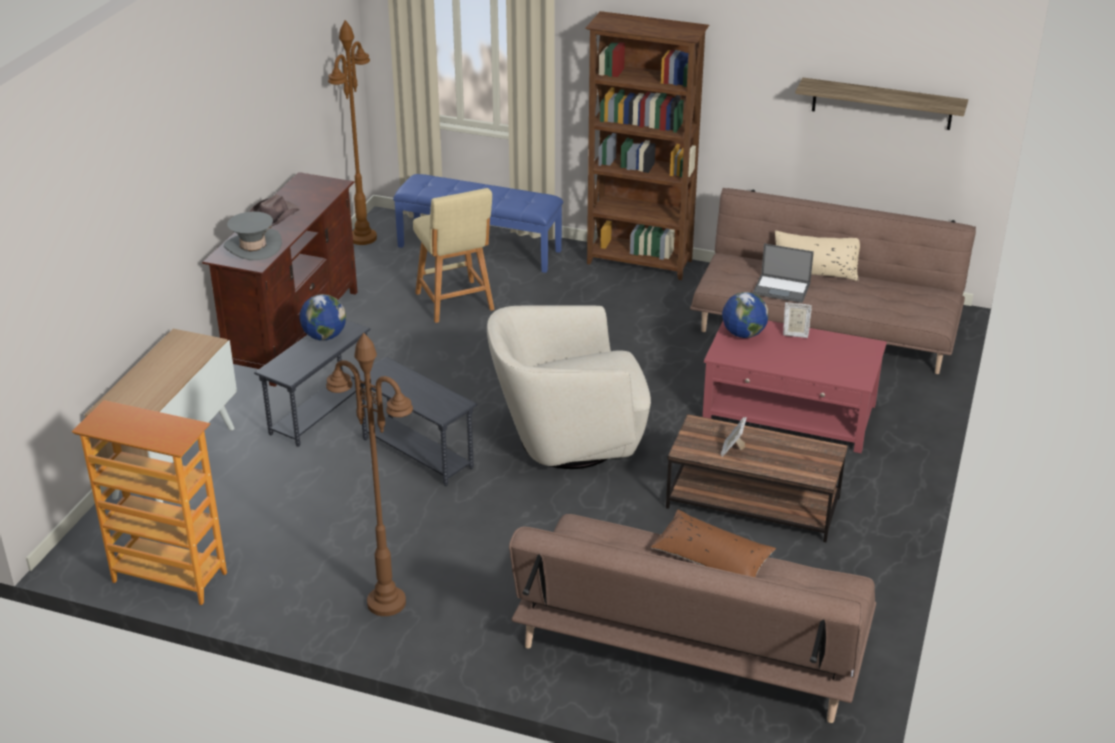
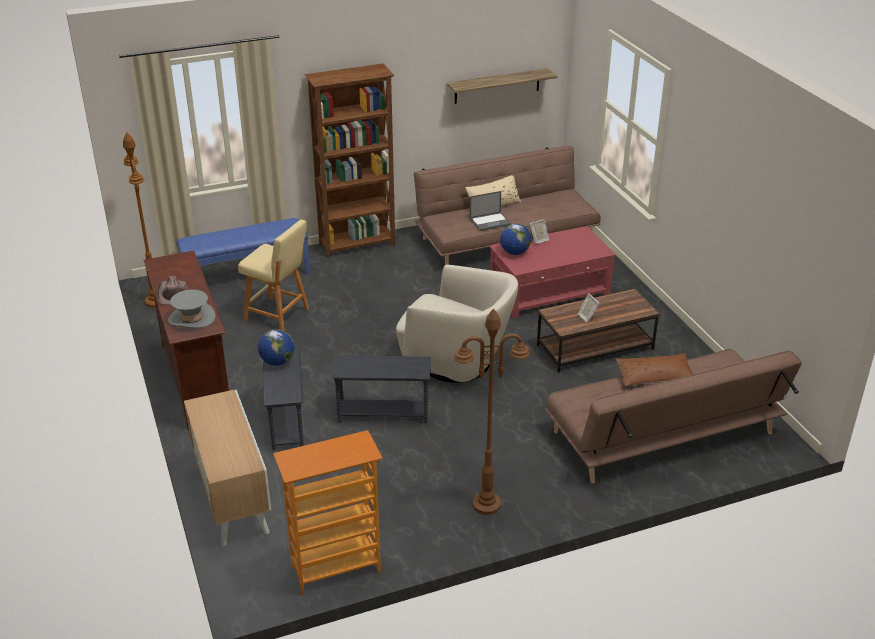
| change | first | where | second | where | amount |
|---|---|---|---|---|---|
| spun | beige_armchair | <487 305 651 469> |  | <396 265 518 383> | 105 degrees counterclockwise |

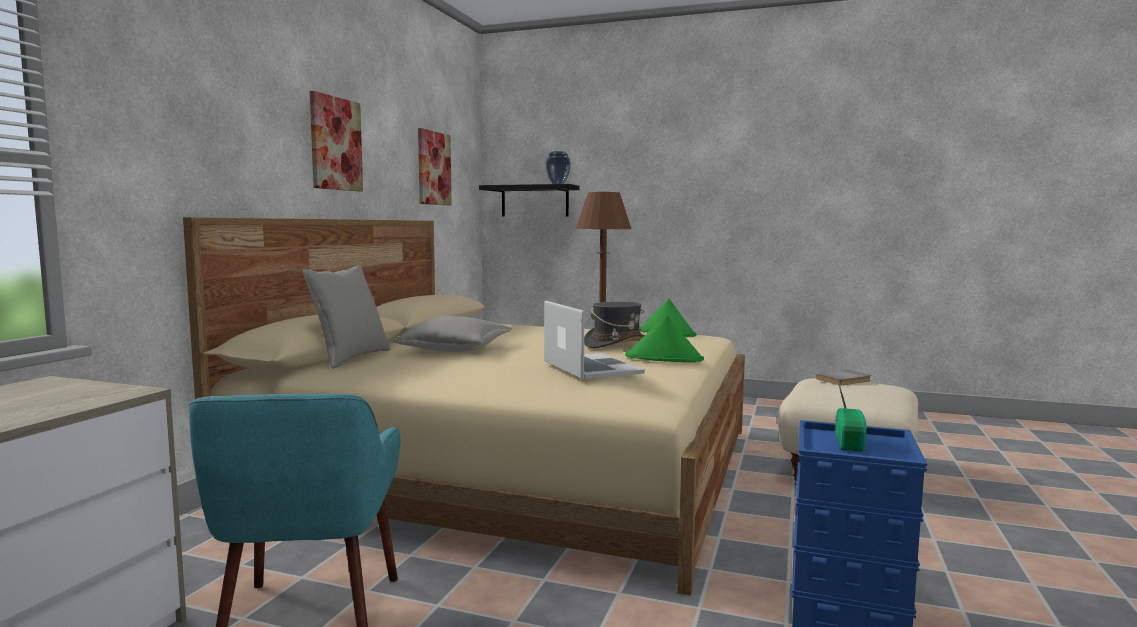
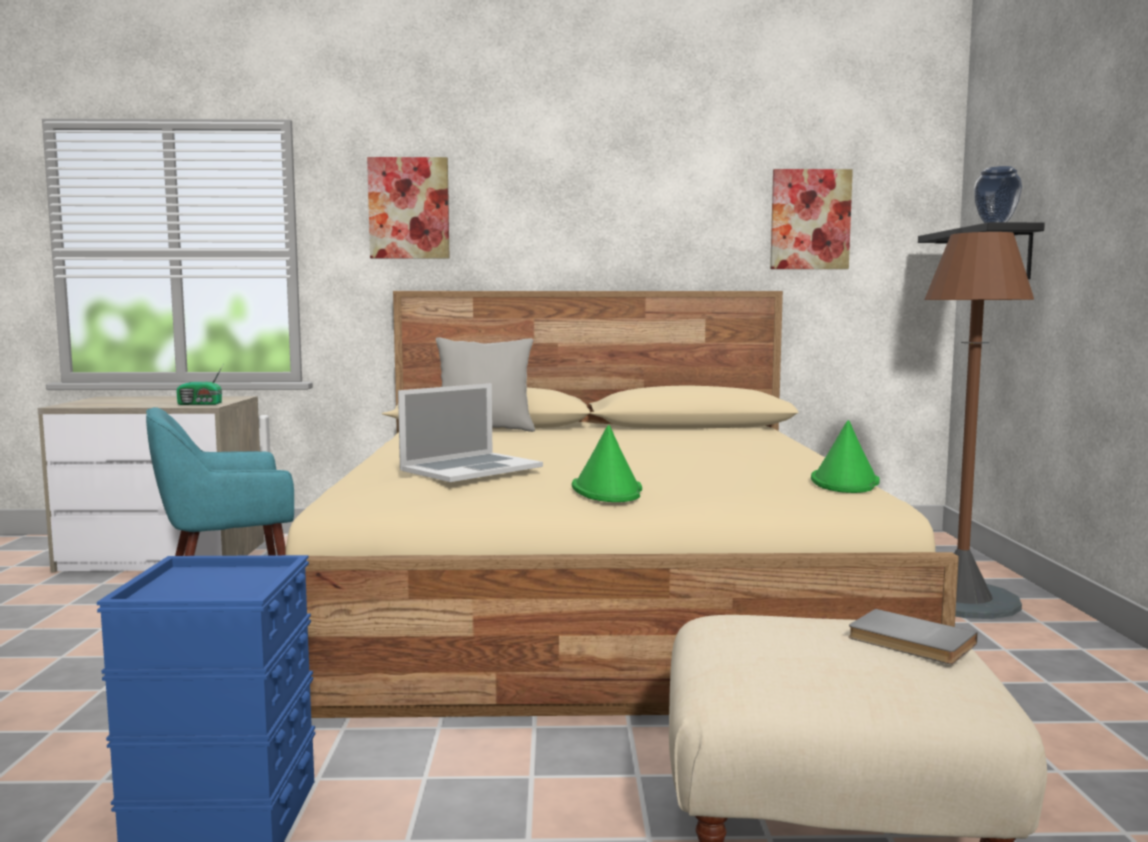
| change | first | where | second | where | amount |
|---|---|---|---|---|---|
| relocated | picture | <310 91 363 191> |  | <367 157 449 259> |  |
| missing | grey_pillow | <393 316 512 352> |  |  |  |
| missing | grey_hat | <584 302 645 348> |  |  |  |
| relocated | radio | <835 379 867 452> |  | <176 364 224 405> |  |

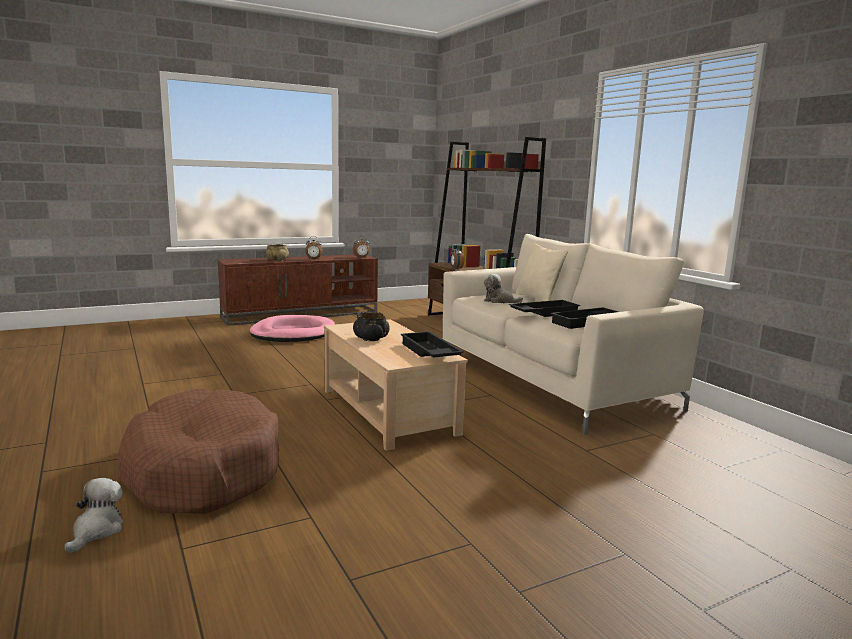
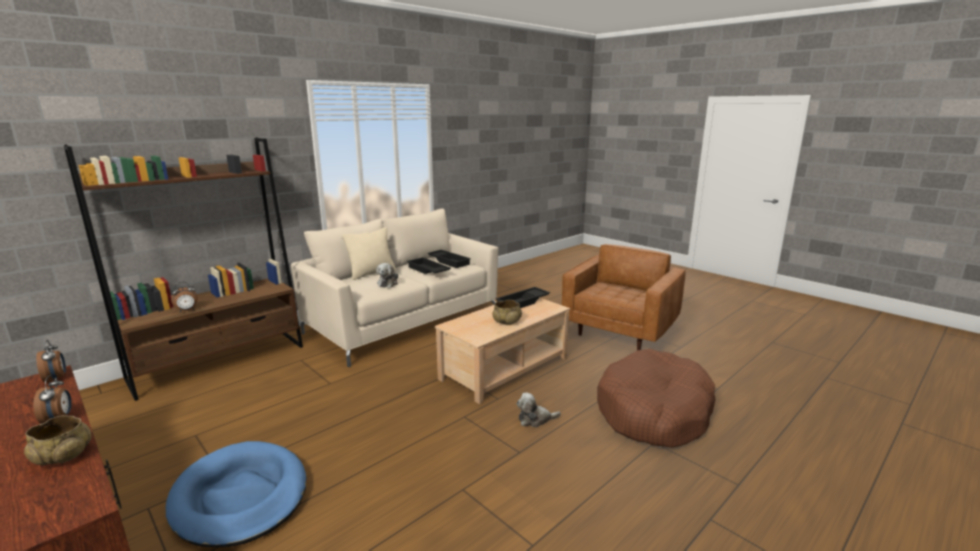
| change | first | where | second | where | amount |
|---|---|---|---|---|---|
| relocated | plush_toy | <64 478 123 553> |  | <516 392 561 428> |  |
| colour | pink_dog_bed | <249 315 335 342> | blue_dog_bed | <166 441 306 548> |  |
| colour | black_bowl | <353 312 390 341> | beige_bowl | <492 300 522 325> |  |
| appeared |  |  | brown_armchair | <562 244 686 351> |  |

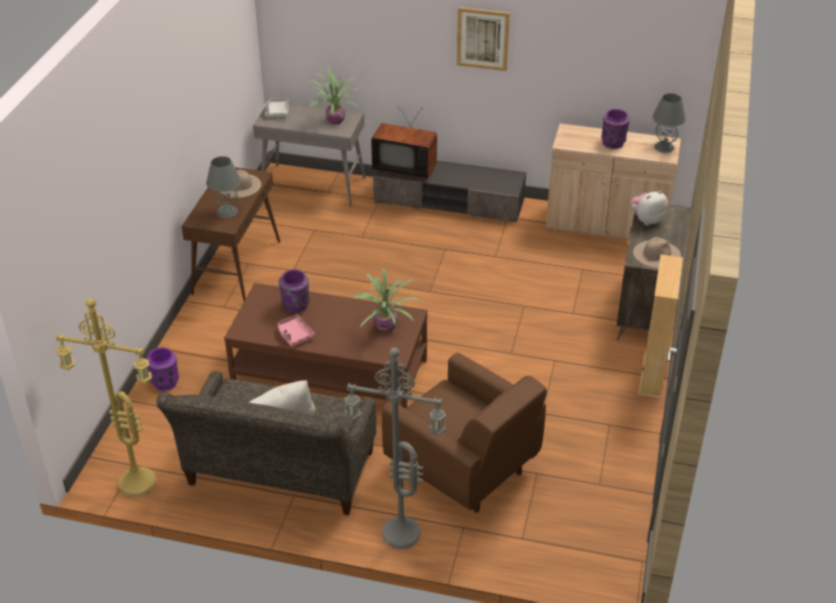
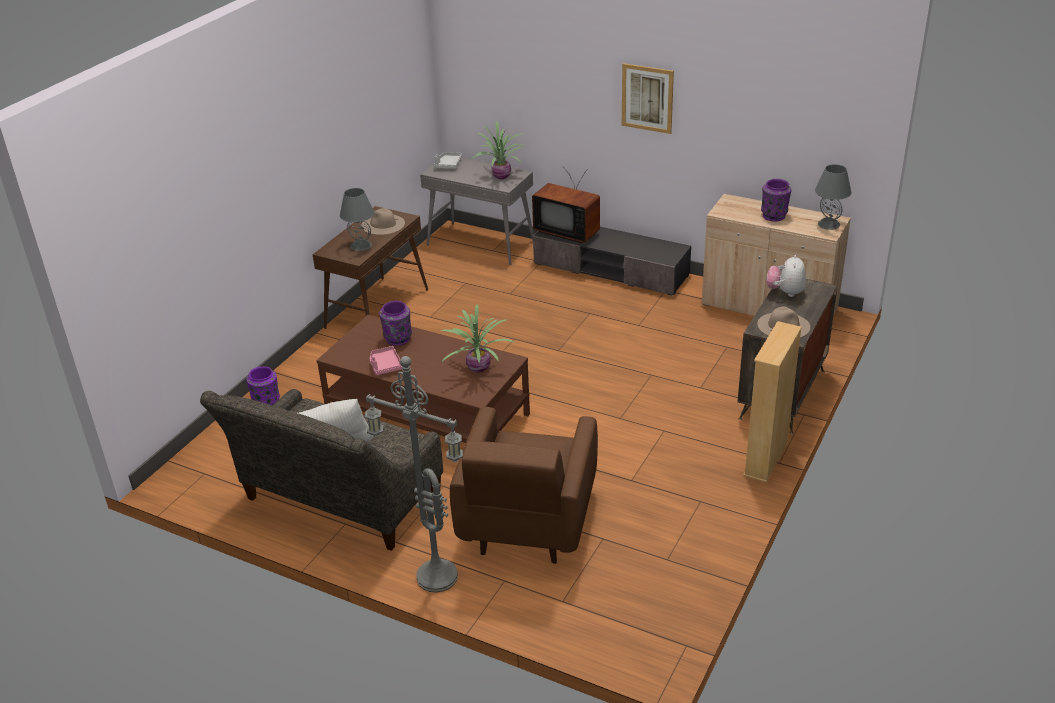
| change | first | where | second | where | amount |
|---|---|---|---|---|---|
| missing | yellow_floor_lamp | <56 298 156 498> |  |  |  |
| spun | brown_armchair | <382 352 547 513> |  | <450 407 598 564> | 45 degrees clockwise |
| spun | plush_toy | <630 191 668 226> |  | <767 255 806 297> | 60 degrees counterclockwise |

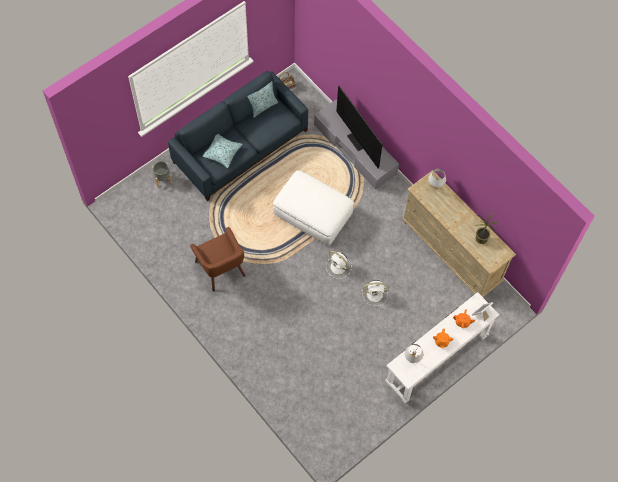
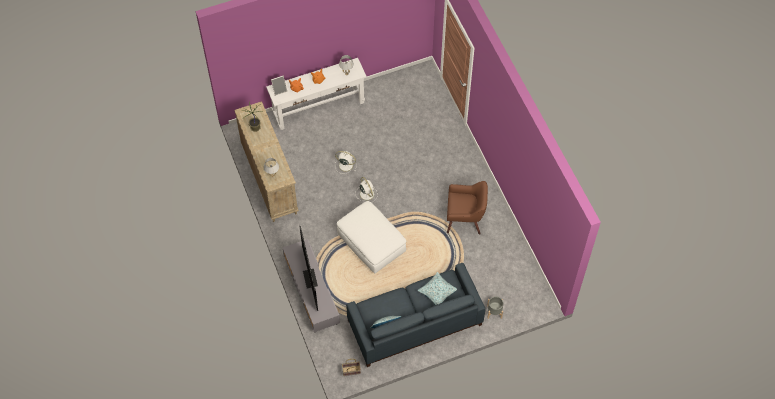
| change | first | where | second | where | amount |
|---|---|---|---|---|---|
| spun | brown_armchair | <190 227 245 292> |  | <447 181 488 234> | 105 degrees clockwise |

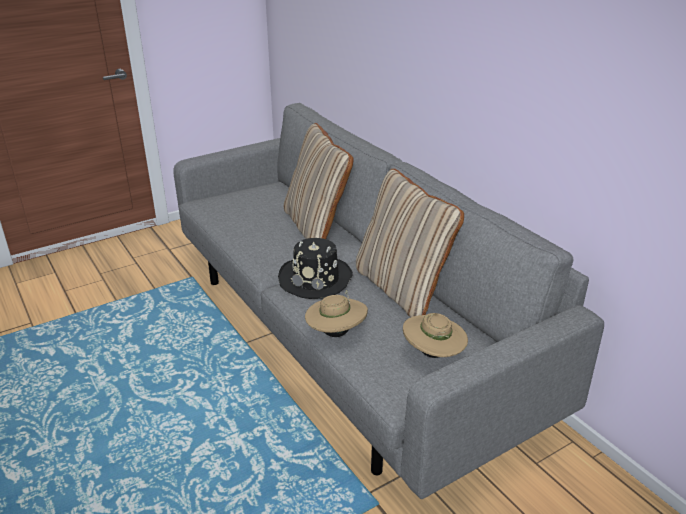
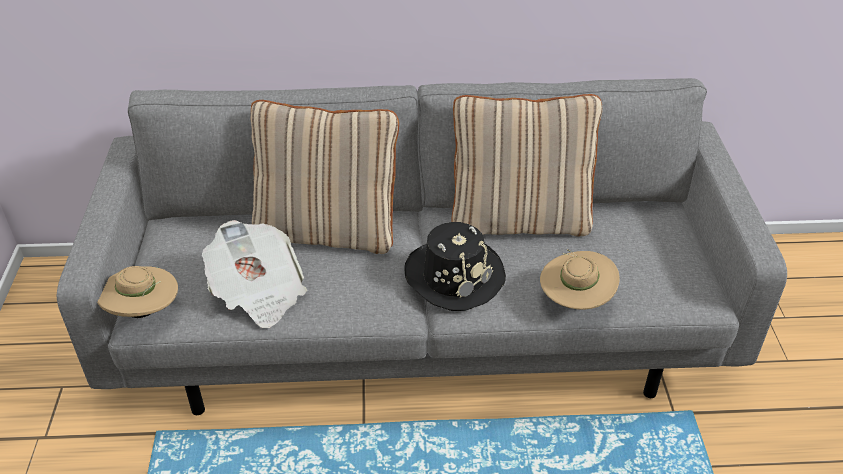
| change | first | where | second | where | amount |
|---|---|---|---|---|---|
| relocated | beige_hat | <403 313 468 358> |  | <97 266 178 318> |  |
| appeared |  |  | newspaper | <202 220 307 328> |  |

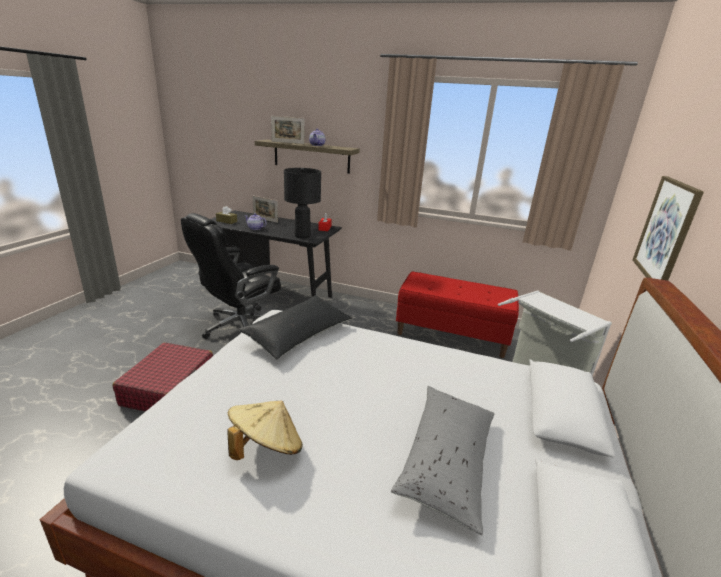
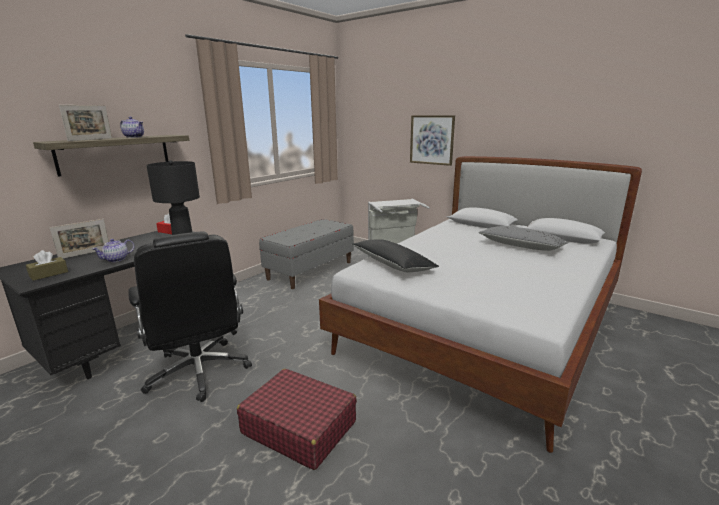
| change | first | where | second | where | amount |
|---|---|---|---|---|---|
| missing | beige_hat | <228 400 303 460> |  |  |  |
| colour | red_bench | <396 272 519 358> | grey_bench | <259 219 354 289> |  |

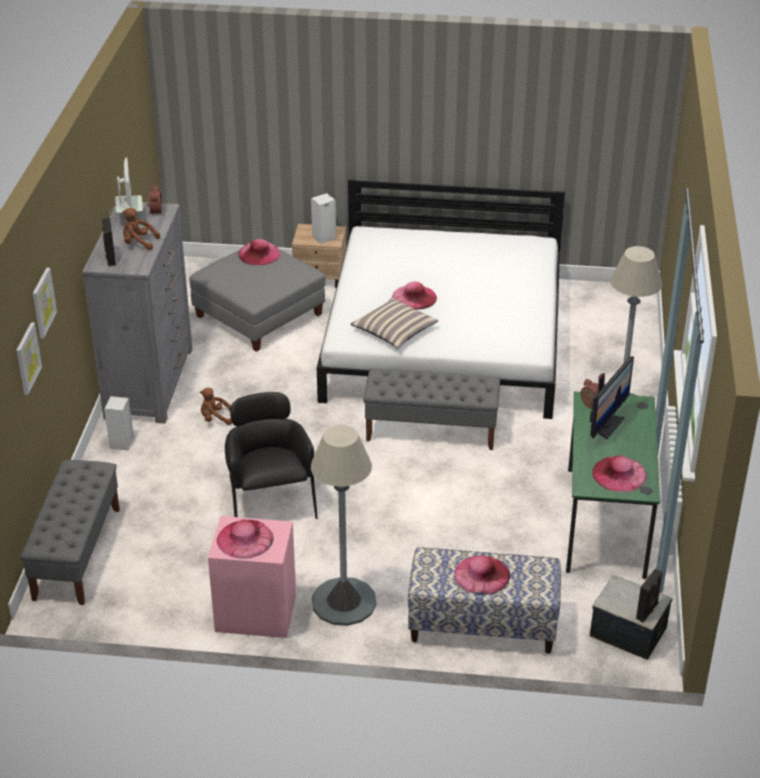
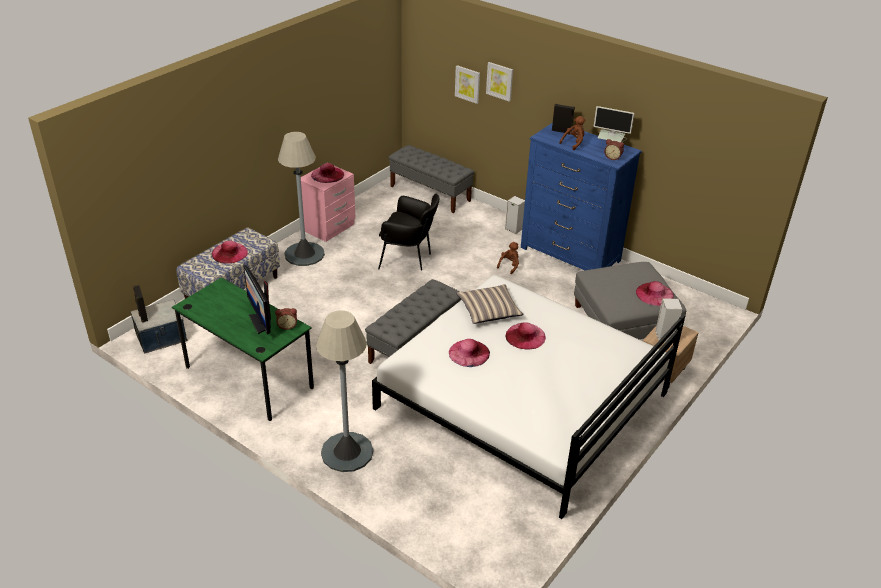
| change | first | where | second | where | amount |
|---|---|---|---|---|---|
| colour | grey_dresser | <82 202 192 424> | blue_dresser | <521 123 642 270> |  |
| relocated | pink_hat | <592 456 647 492> |  | <449 339 490 367> |  |

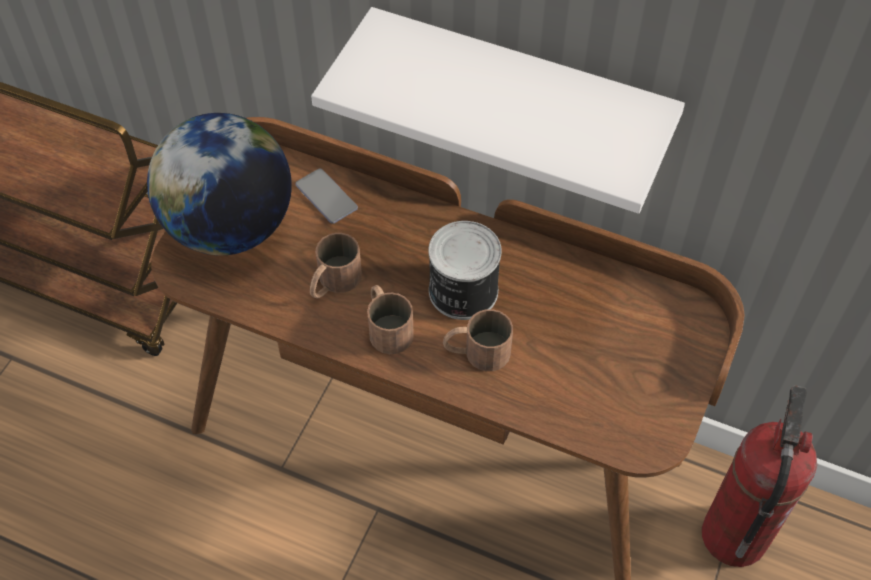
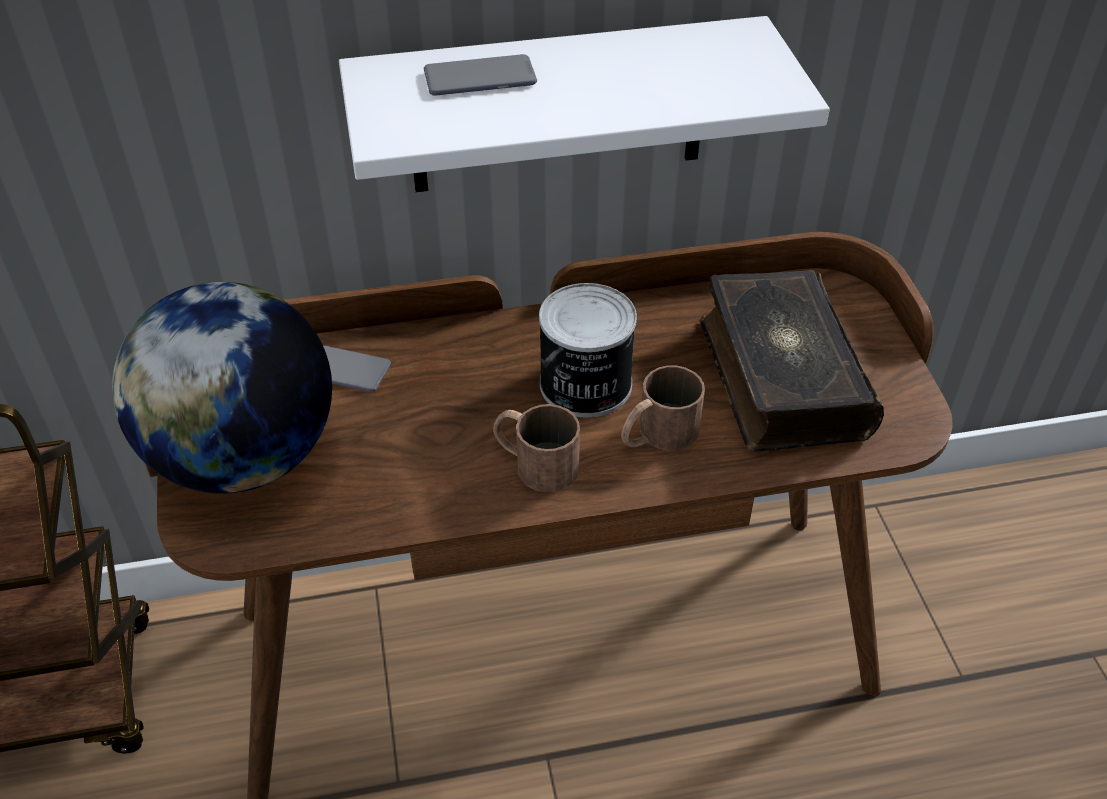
| change | first | where | second | where | amount |
|---|---|---|---|---|---|
| missing | brown_mug | <310 233 362 298> |  |  |  |
| missing | fire_extinguisher | <702 385 817 567> |  |  |  |
| appeared |  |  | phone | <424 54 537 95> |  |
| appeared |  |  | book | <700 270 884 452> |  |

